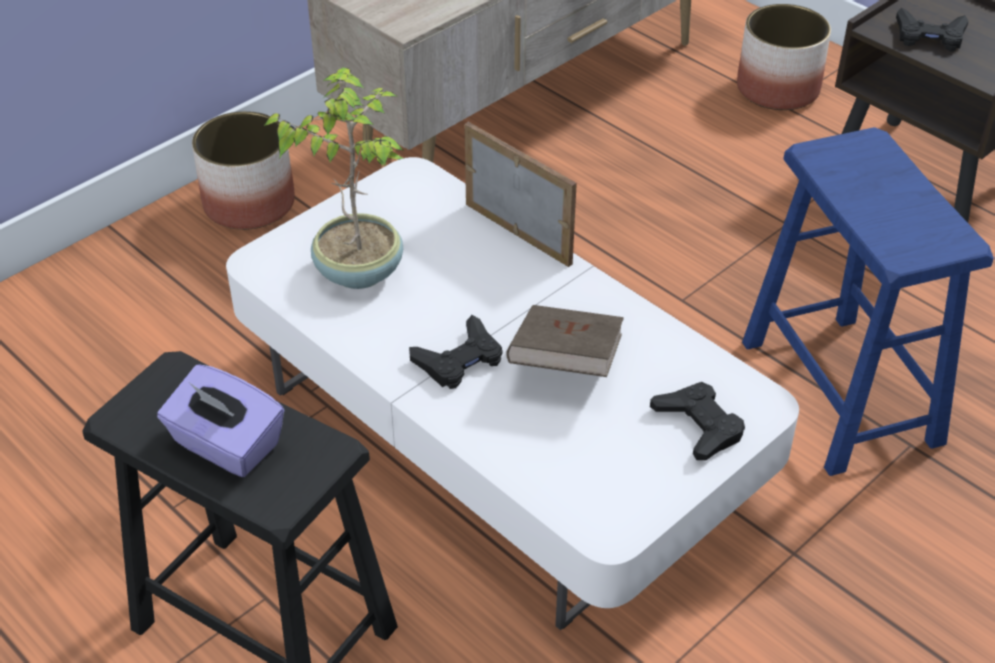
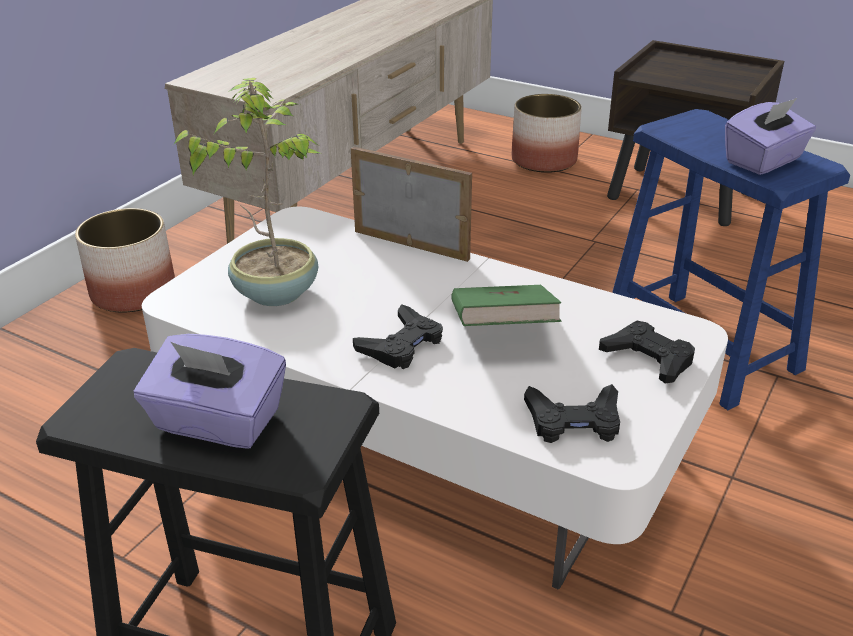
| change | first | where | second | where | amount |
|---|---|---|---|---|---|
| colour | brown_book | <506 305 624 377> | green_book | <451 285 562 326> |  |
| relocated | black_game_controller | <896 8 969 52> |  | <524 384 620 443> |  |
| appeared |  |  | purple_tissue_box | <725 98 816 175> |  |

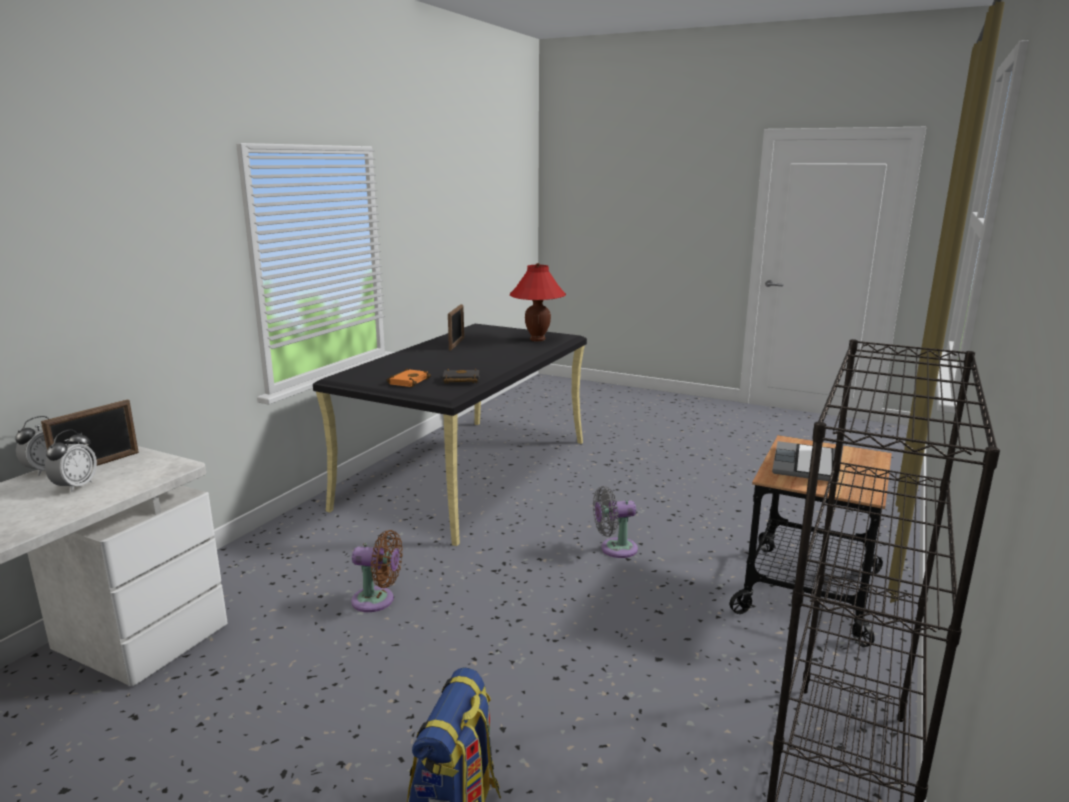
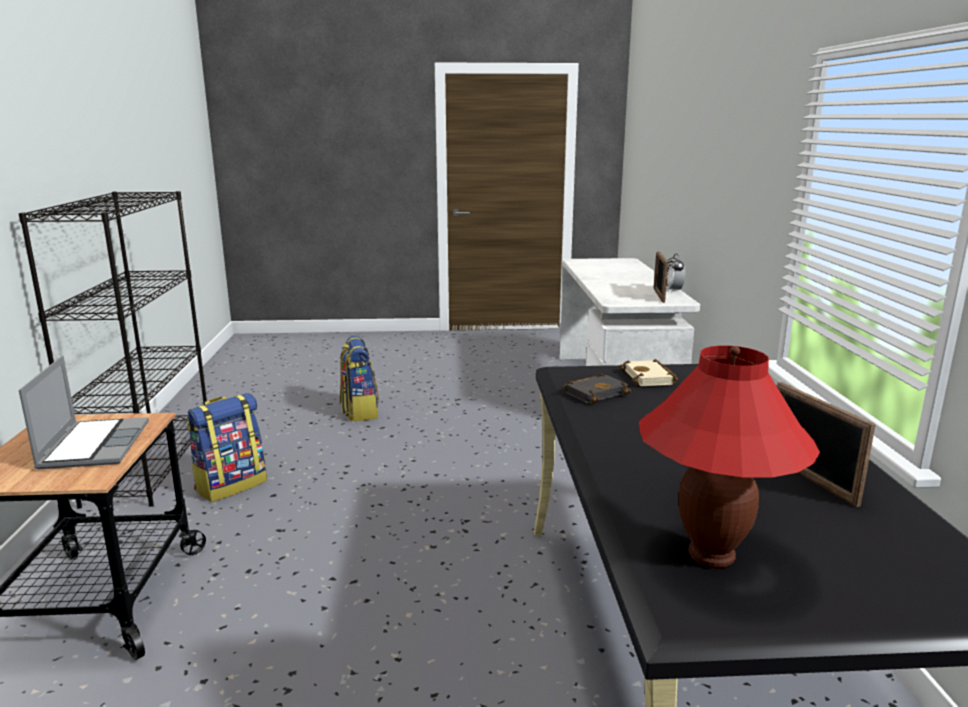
| change | first | where | second | where | amount |
|---|---|---|---|---|---|
| missing | alarm_clock | <45 429 97 493> |  |  |  |
| missing | brown_fan | <351 530 403 612> |  |  |  |
| colour | orange_book | <387 368 431 387> | beige_book | <619 359 678 386> |  |
| missing | grey_fan | <593 486 638 558> |  |  |  |
| appeared |  |  | backpack | <187 393 267 502> |  |

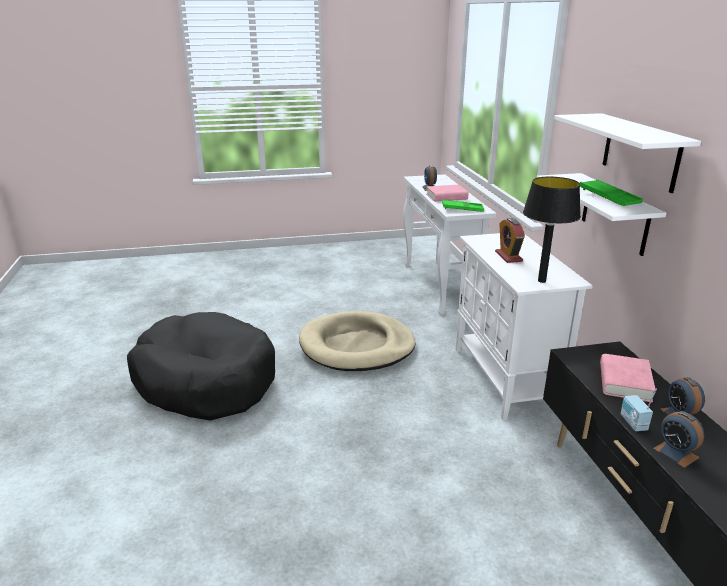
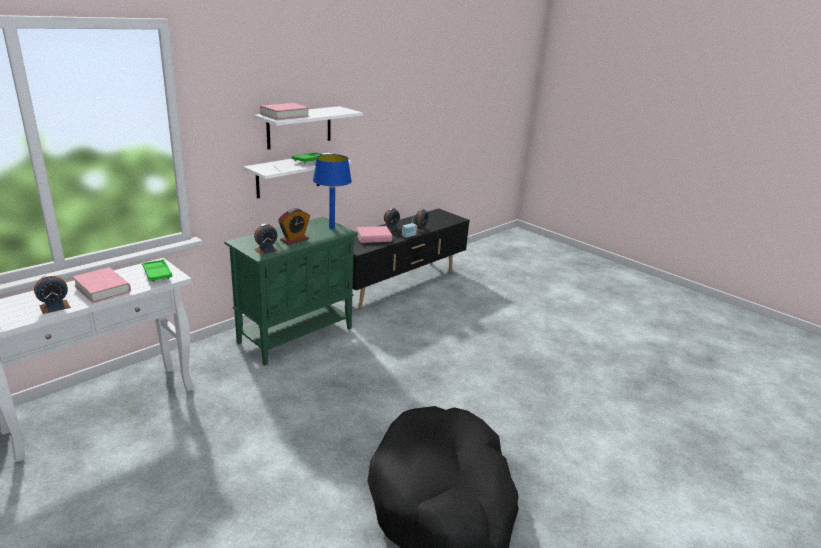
| change | first | where | second | where | amount |
|---|---|---|---|---|---|
| missing | beige_dog_bed | <299 311 416 371> |  |  |  |
| colour | white_cabinet | <456 233 593 421> | green_cabinet | <224 217 358 365> |  |
| colour | black_table_lamp | <523 177 581 283> | blue_table_lamp | <313 154 352 229> |  |
| appeared |  |  | alarm_clock | <254 224 279 255> |  |
| appeared |  |  | pink_book | <260 103 310 120> |  |

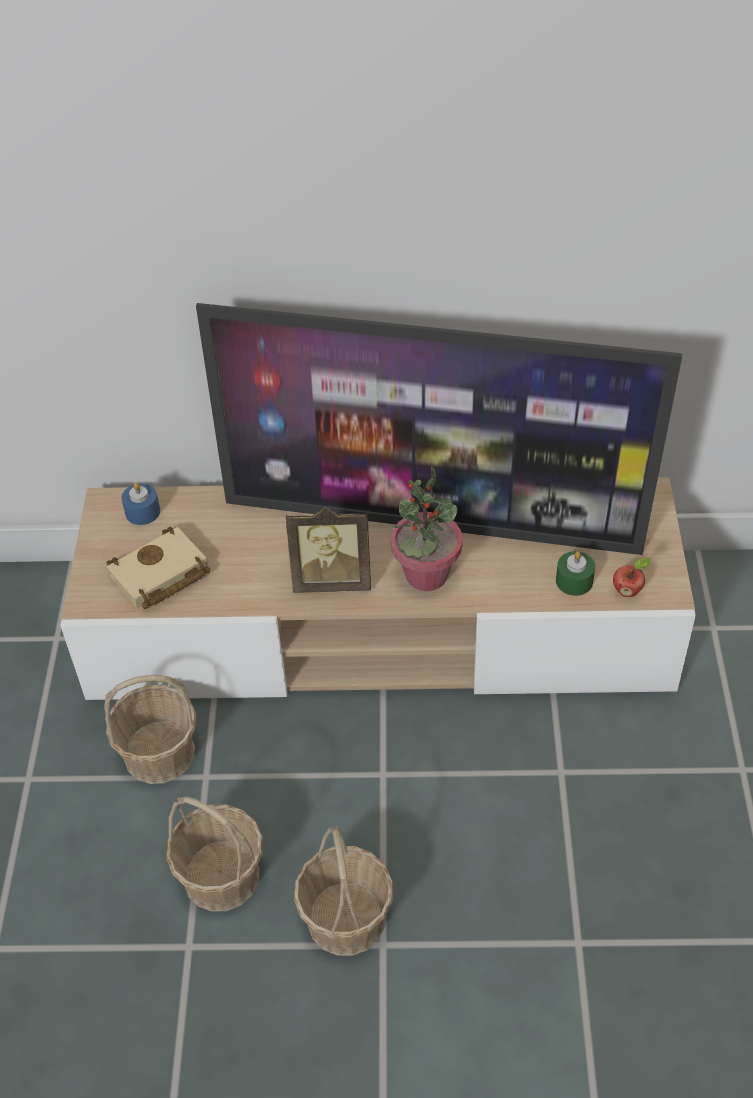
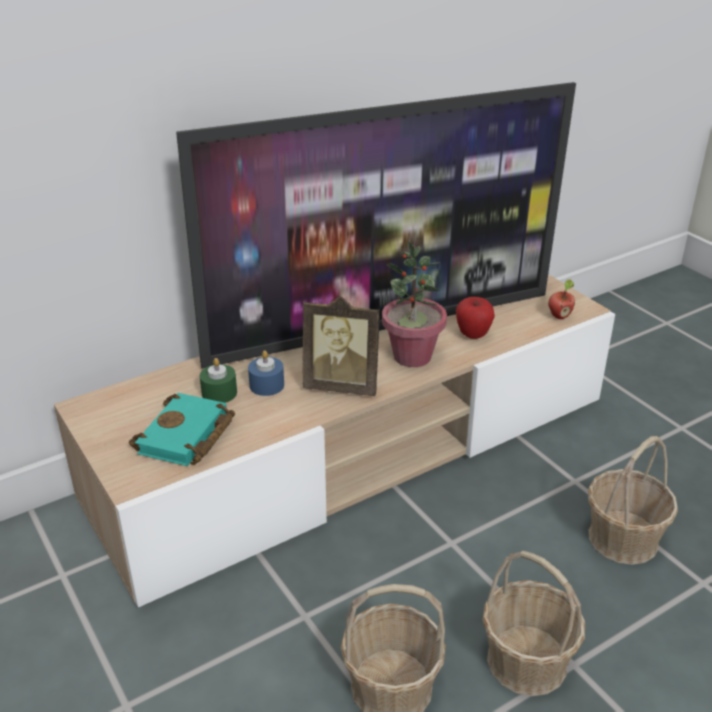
| change | first | where | second | where | amount |
|---|---|---|---|---|---|
| relocated | basket | <104 675 196 784> |  | <588 436 678 565> |  |
| colour | beige_book | <107 527 210 609> | turquoise_book | <129 393 235 466> |  |
| relocated | blue_candle | <121 482 160 525> |  | <248 350 284 396> |  |
| spun | picture_frame | <286 507 371 593> |  | <302 296 380 396> | 45 degrees clockwise |
| relocated | green_candle | <556 551 595 596> |  | <200 358 237 403> |  |
| appeared |  |  | apple | <456 297 495 339> |  |

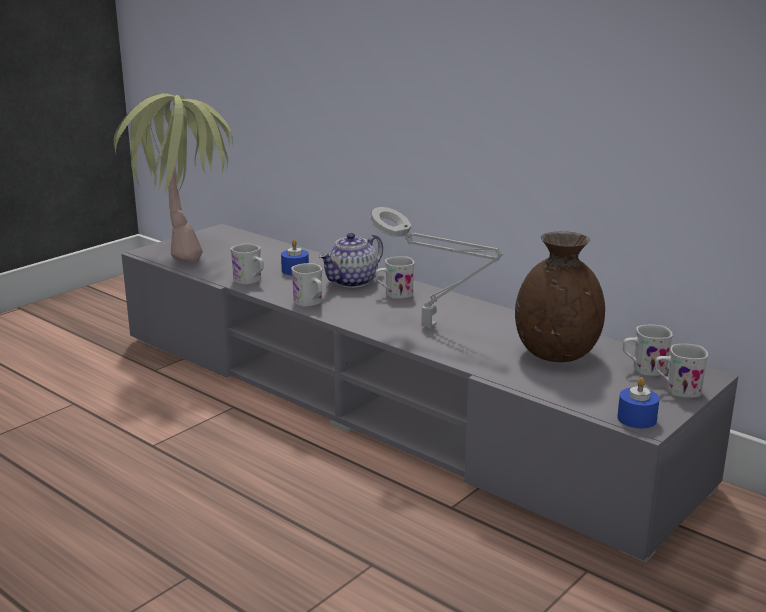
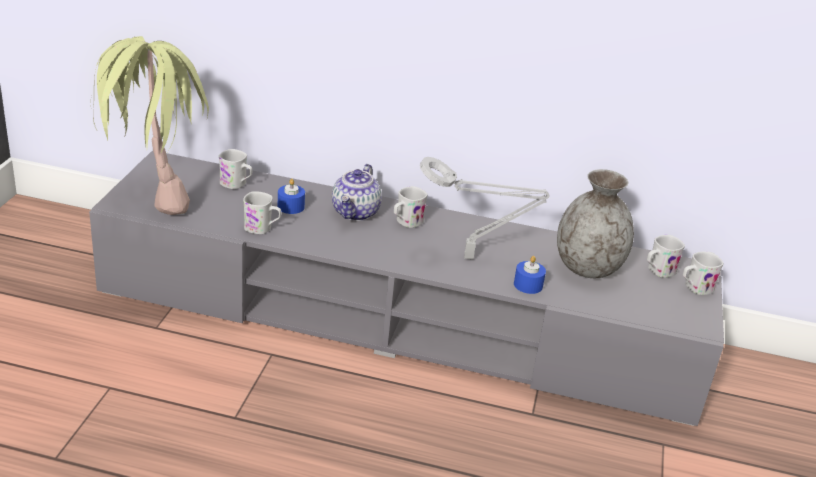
| change | first | where | second | where | amount |
|---|---|---|---|---|---|
| relocated | white_mug | <291 263 322 307> |  | <219 149 252 189> |  |
| colour | brown_vase | <515 231 605 362> | grey_vase | <557 169 634 278> |  |
| relocated | blue_candle | <617 377 660 428> |  | <514 256 546 294> |  |

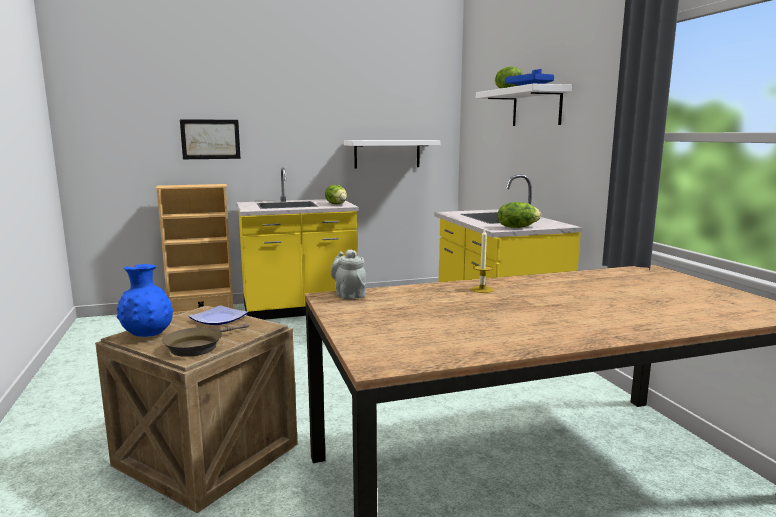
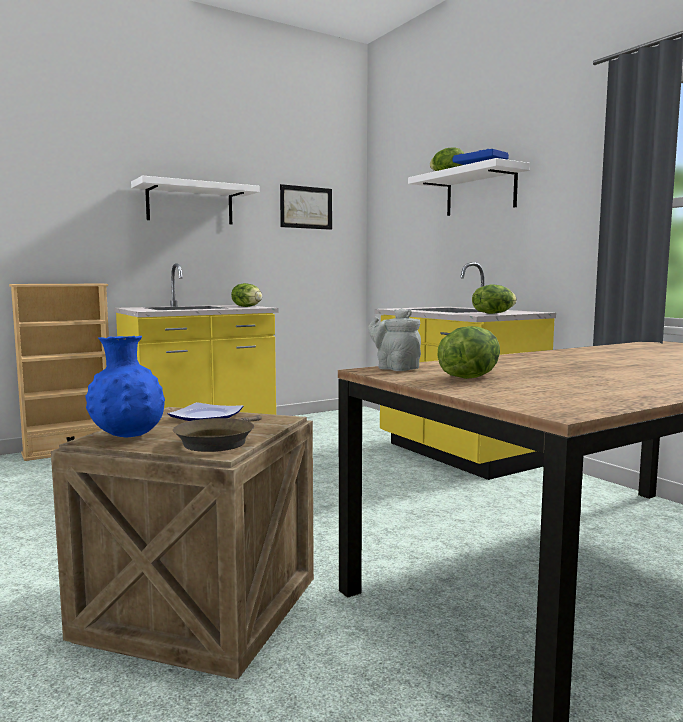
| change | first | where | second | where | amount |
|---|---|---|---|---|---|
| relocated | picture | <180 119 241 159> |  | <280 184 332 230> |  |
| relocated | white_shelf | <344 140 441 168> |  | <131 175 259 224> |  |
| missing | candle | <470 228 494 293> |  |  |  |
| appeared |  |  | lettuce | <437 326 500 379> |  |

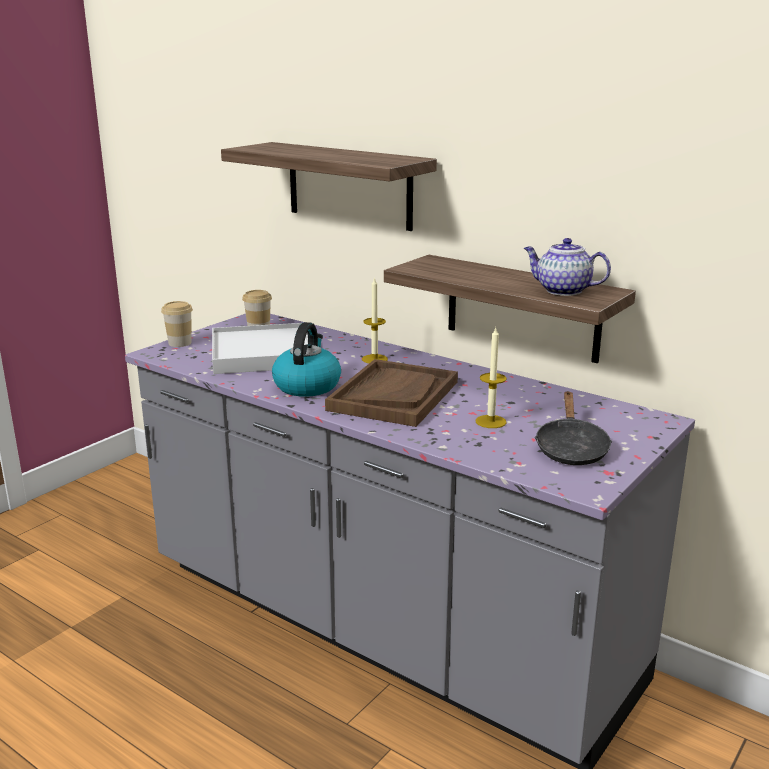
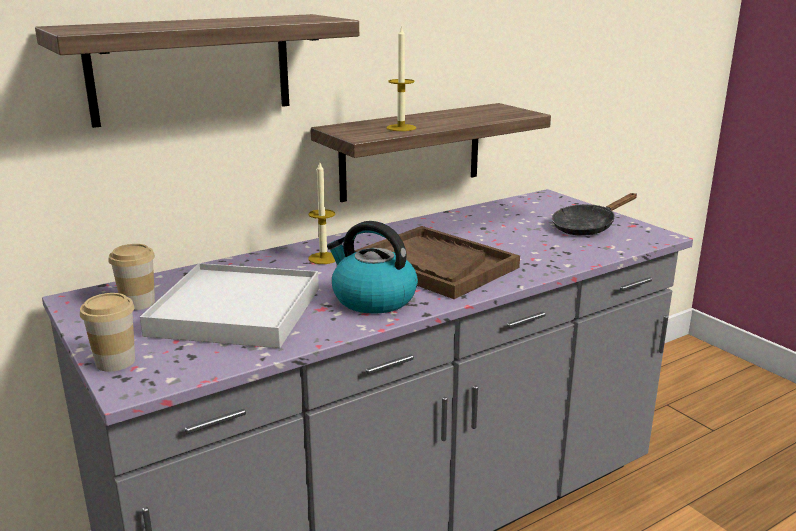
| change | first | where | second | where | amount |
|---|---|---|---|---|---|
| relocated | candle | <475 328 507 428> |  | <386 26 416 131> |  |
| missing | teapot | <524 238 611 296> |  |  |  |
| spun | black_frying_pan | <535 391 612 465> |  | <552 193 637 236> | 120 degrees clockwise |

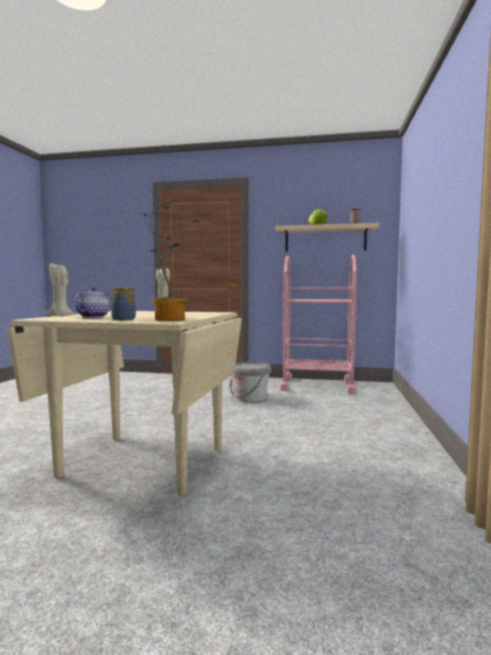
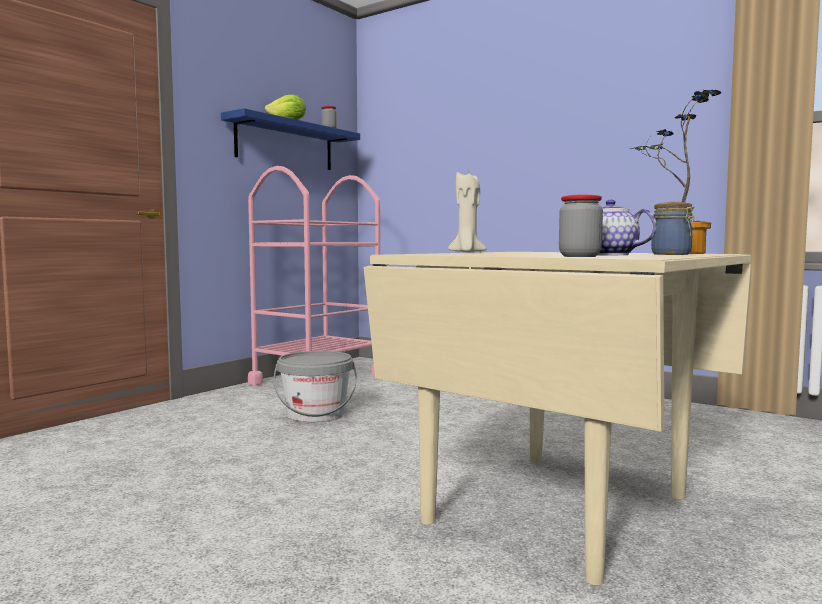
| change | first | where | second | where | amount |
|---|---|---|---|---|---|
| exchanged | beige_candle | <46 262 75 316> | jar | <559 194 603 257> |  |
| colour | beige_shelf | <275 223 379 252> | blue_shelf | <221 108 360 170> |  |

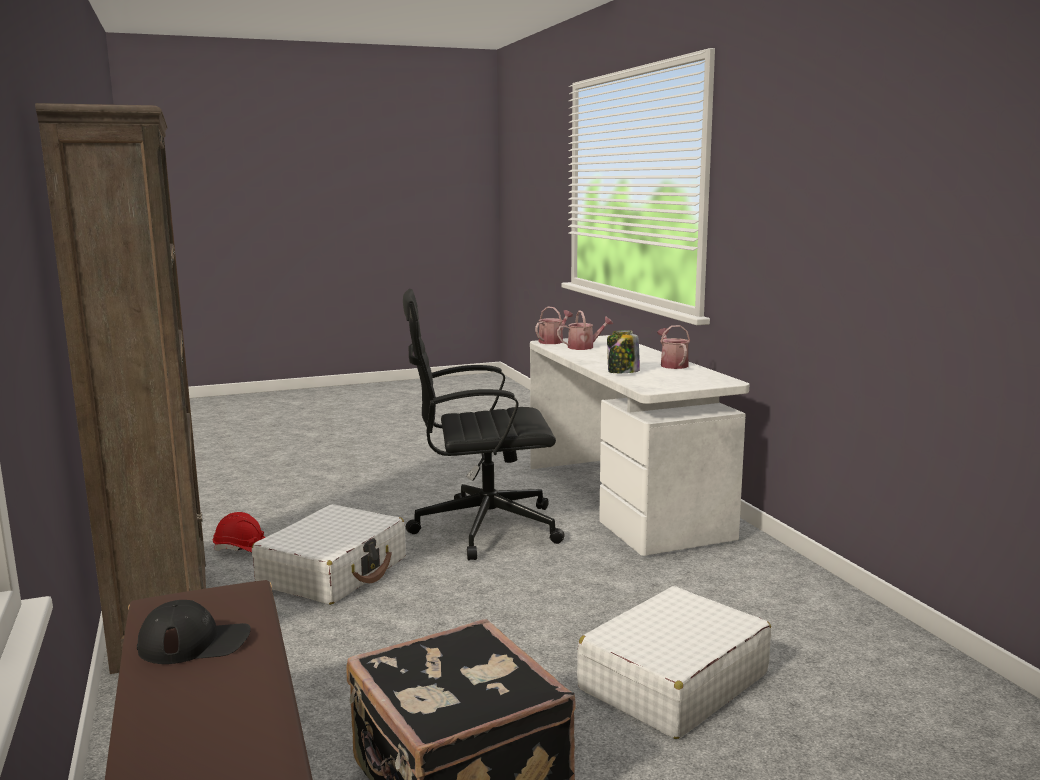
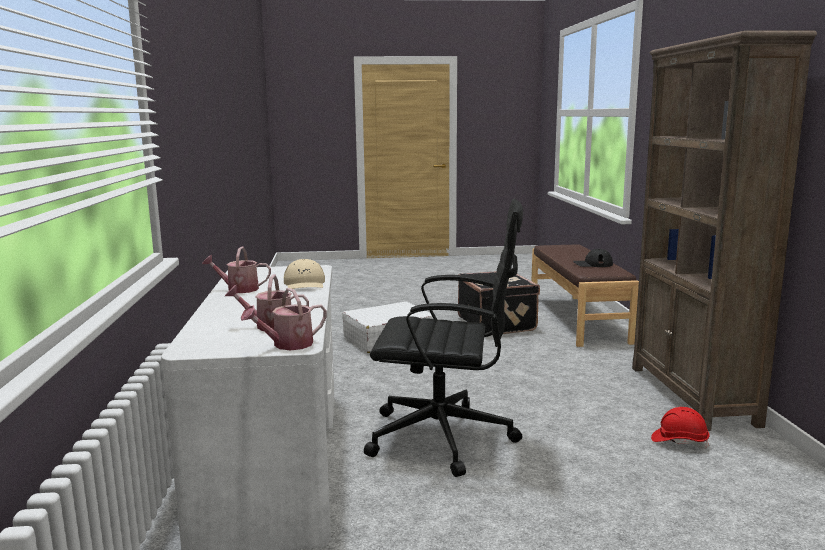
| change | first | where | second | where | amount |
|---|---|---|---|---|---|
| missing | white_suitcase | <252 504 406 605> |  |  |  |
| exchanged | jar | <607 330 640 373> | beige_cap | <284 259 325 289> |  |
| spun | watering_can | <657 325 690 369> |  | <202 247 271 293> | 90 degrees clockwise |

